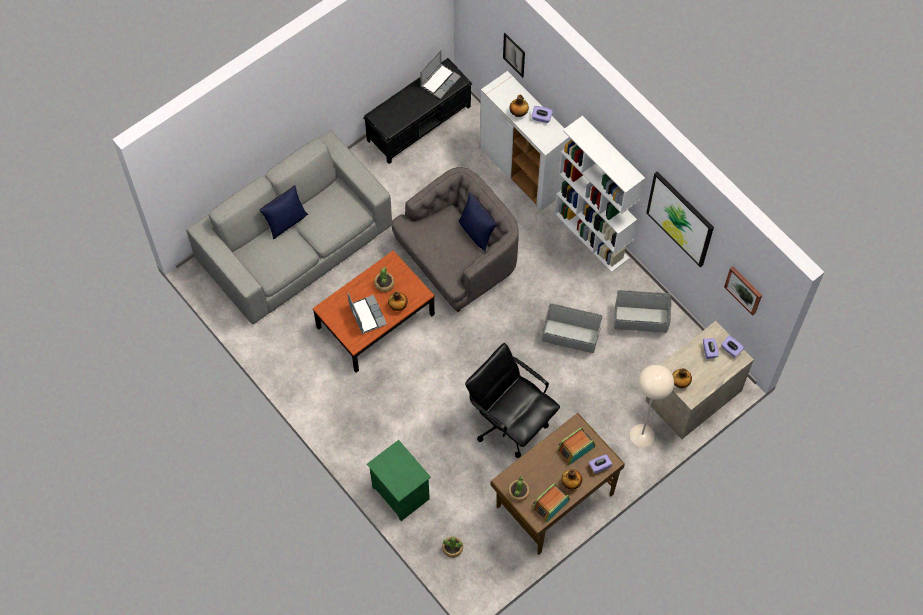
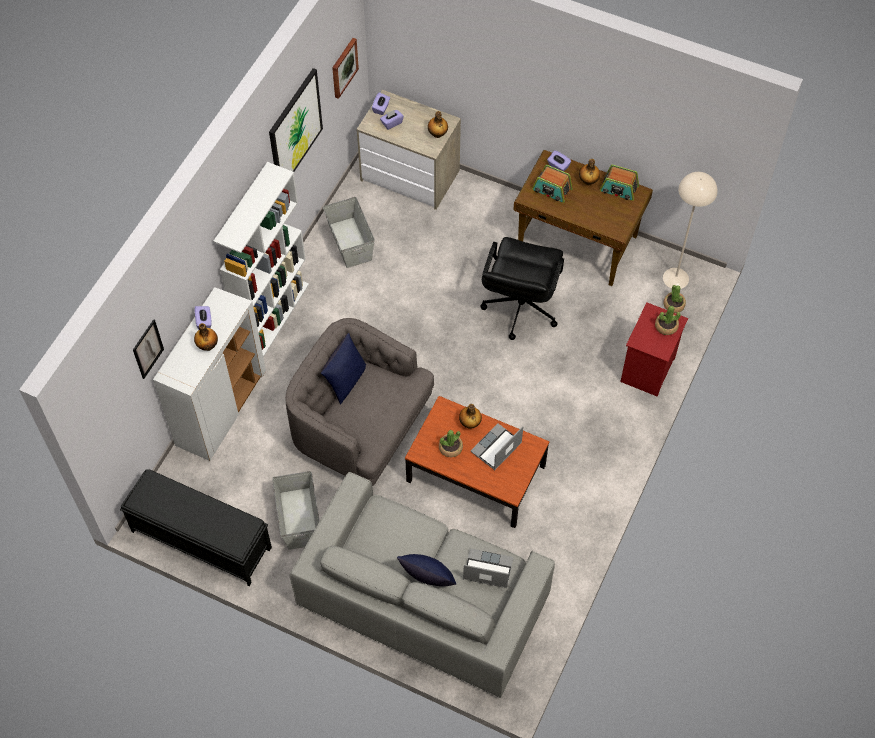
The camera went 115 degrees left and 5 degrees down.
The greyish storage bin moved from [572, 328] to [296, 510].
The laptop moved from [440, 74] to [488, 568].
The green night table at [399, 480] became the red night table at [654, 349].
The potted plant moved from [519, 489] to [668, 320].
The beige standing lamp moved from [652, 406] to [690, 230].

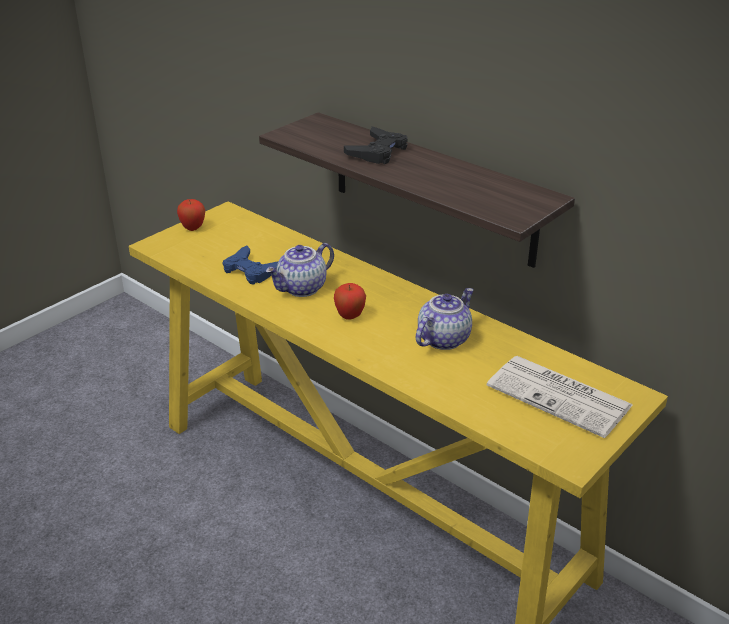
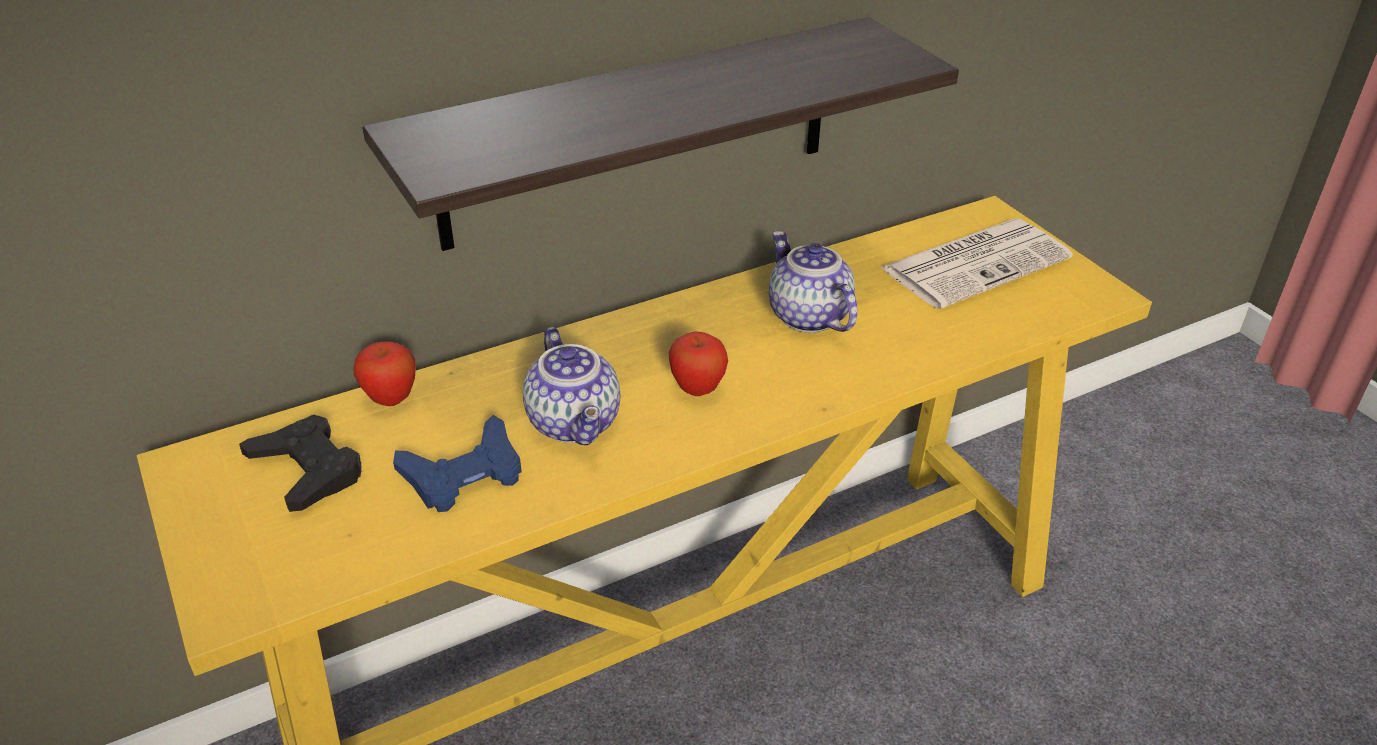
The camera went 70 degrees left and 5 degrees up.
The black joypad moved from [376, 145] to [300, 463].
The whole apple moved from [191, 215] to [384, 373].

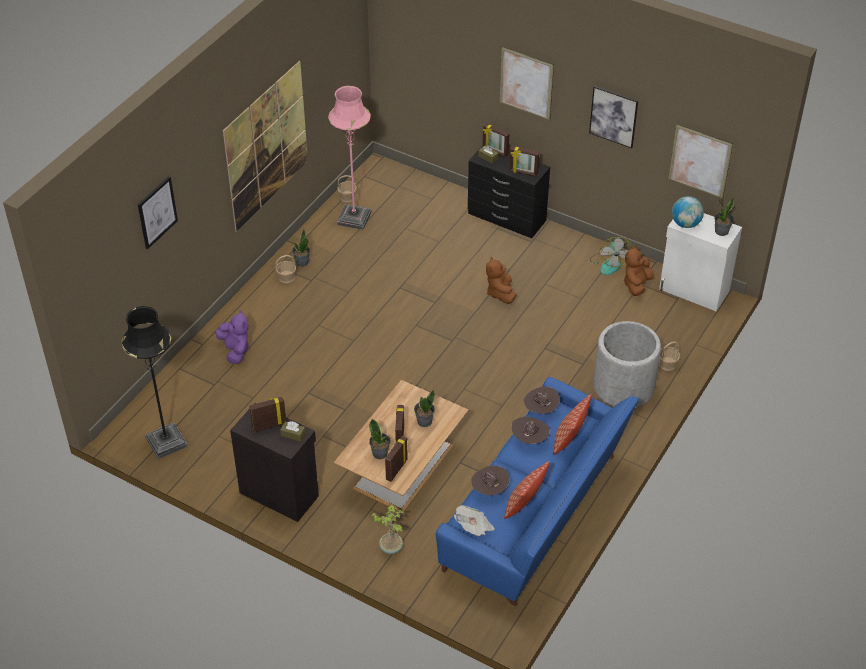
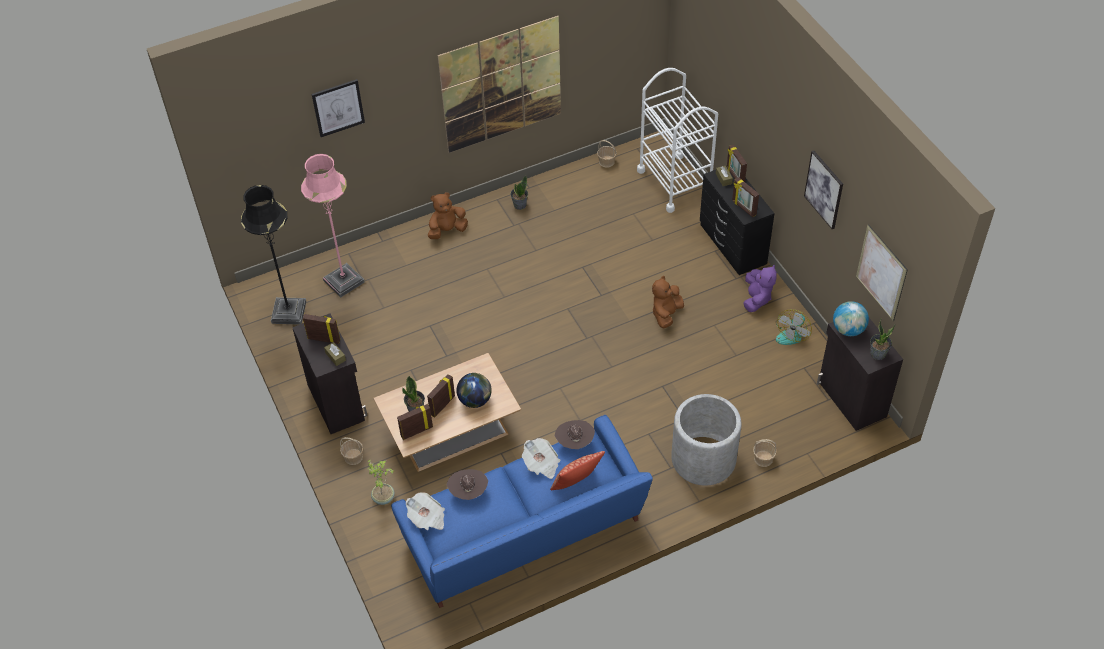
The camera went 35 degrees right and 5 degrees up.
The pink-coloured standing lamp moved from [350, 157] to [333, 226].
The storage basket moved from [286, 269] to [351, 451].
The brownish plush toy moved from [639, 271] to [448, 215].
The potted plant at [424, 408] was replaced by the desk globe at [474, 390].
The brownish wearable hat at [530, 430] was replaced by the newspaper at [541, 458].
The whitish wheeled cart at [677, 140] appeared.
The purple-coloured plush toy moved from [232, 337] to [760, 288].
The whitish cabinet at [700, 262] became the black cabinet at [860, 374].
The picture at [526, 83] disappeared.
The throw pillow at [527, 490] disappeared.

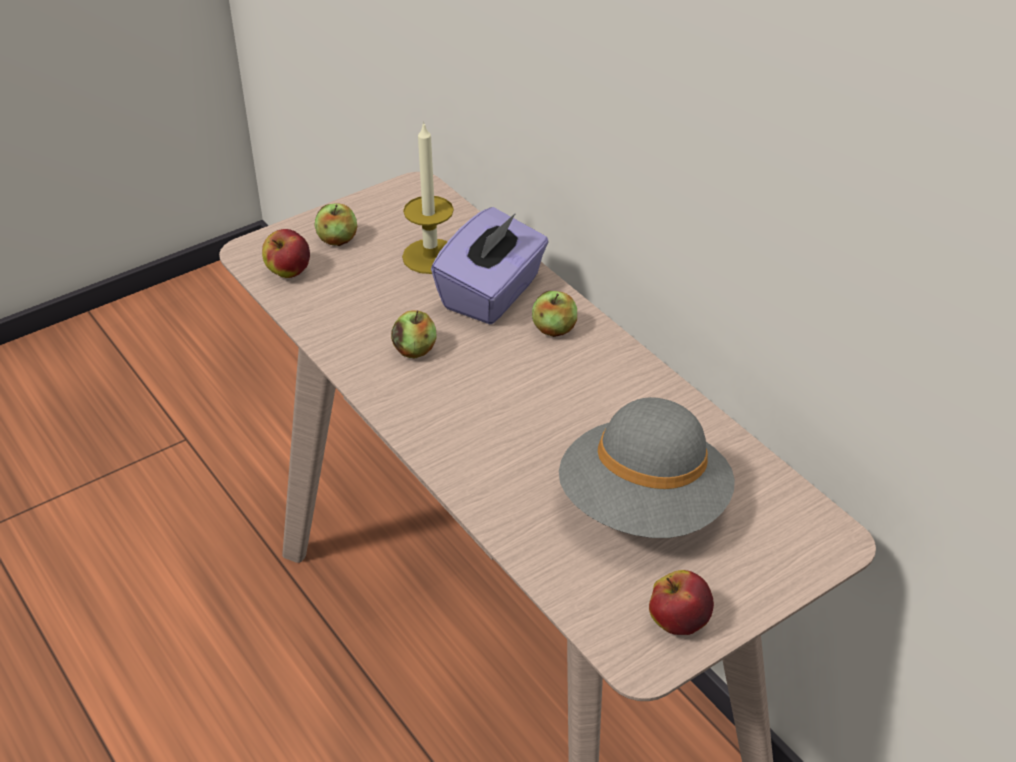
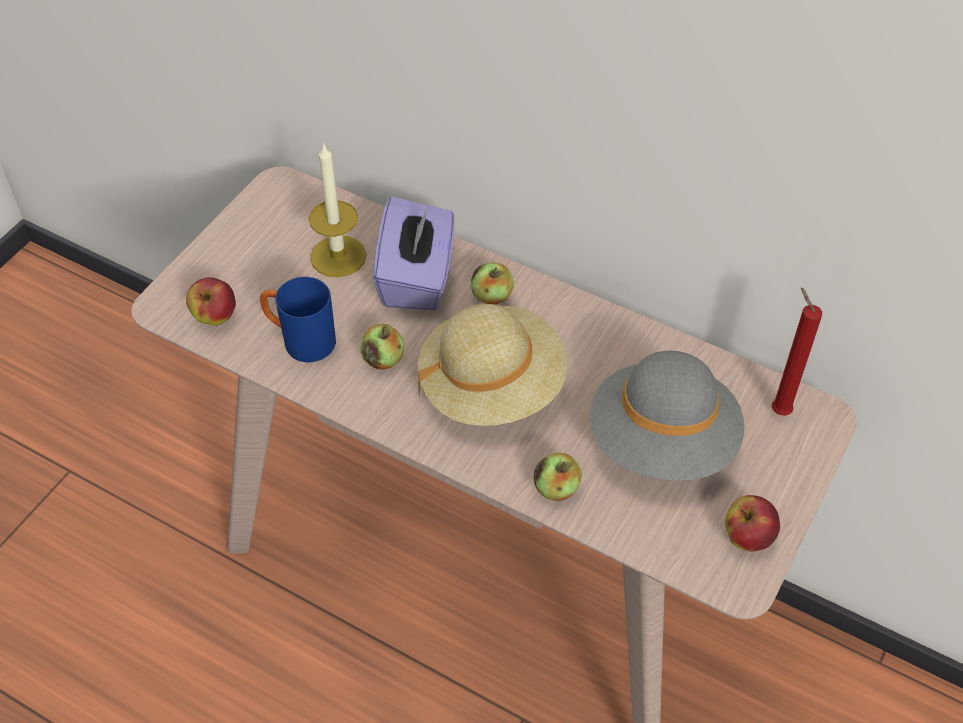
The camera went 25 degrees left and 10 degrees up.
The blue-coloured mug at [298, 320] appeared.
The beige wearable hat at [492, 365] appeared.
The whole apple moved from [335, 225] to [558, 477].
The red candle at [797, 351] appeared.

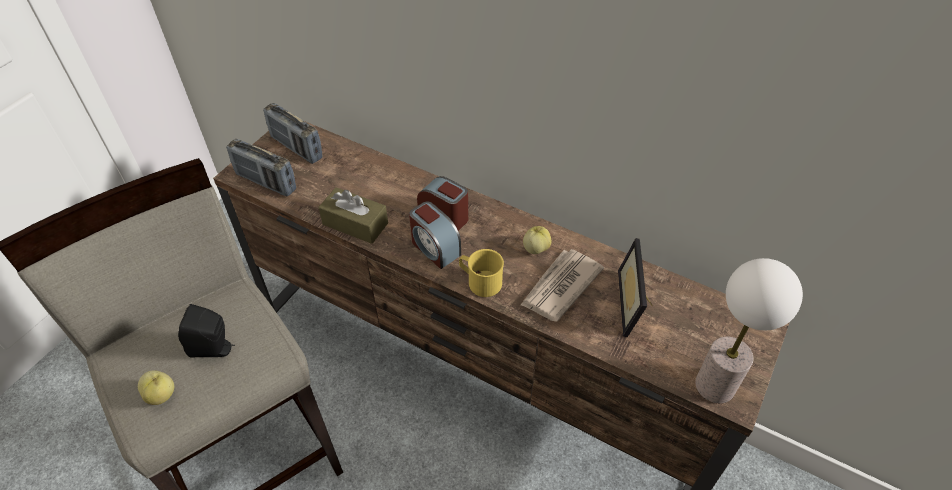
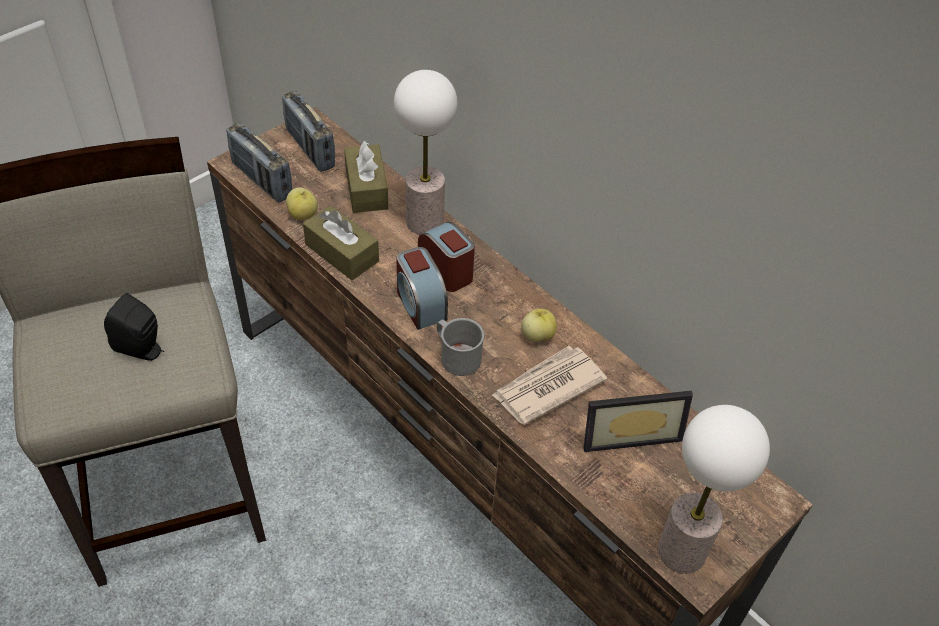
The camera went 15 degrees right and 0 degrees up.
The whole apple moved from [156, 387] to [302, 204].
The brownish box of tissues at [366, 177] appeared.
The lamp for a table at [426, 152] appeared.
The yellow mug at [481, 273] became the greyish mug at [460, 347].
The picture frame at [635, 287] turned 120 degrees counterclockwise.

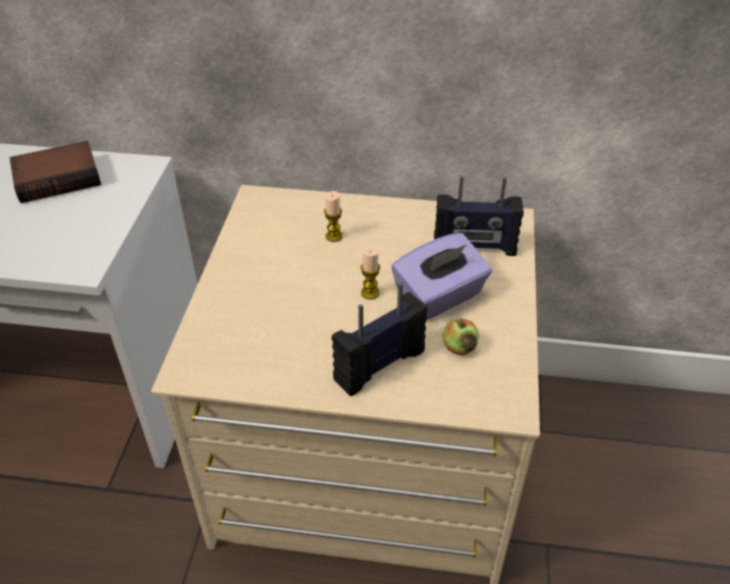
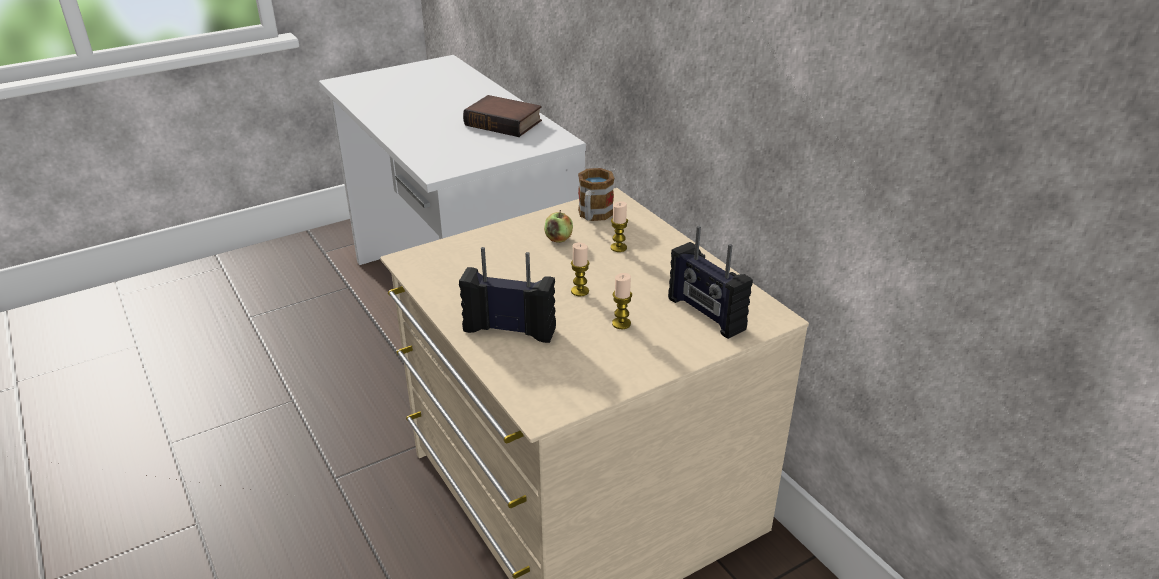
The camera went 50 degrees right and 10 degrees down.
The whole apple moved from [460, 336] to [558, 226].
The mug at [596, 194] appeared.
The purple-coloured box of tissues at [442, 276] was replaced by the candle at [622, 301].

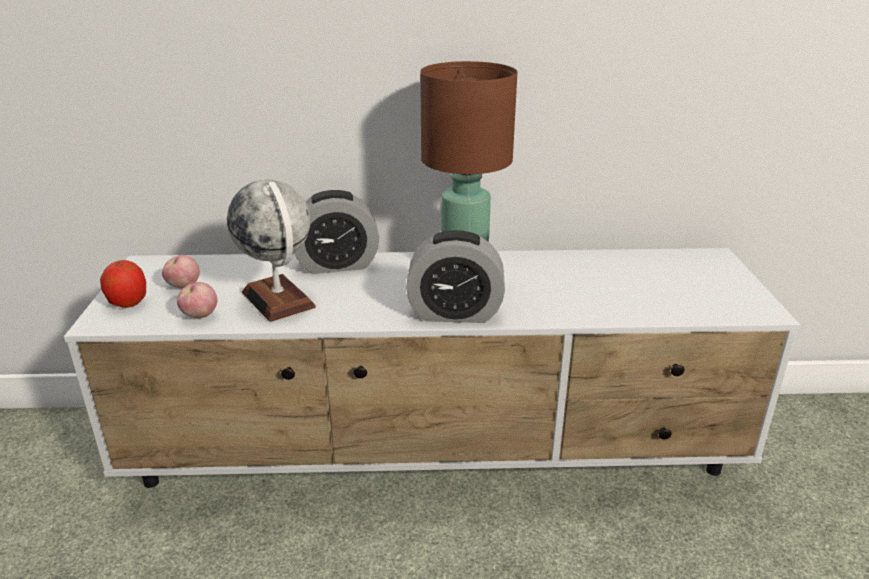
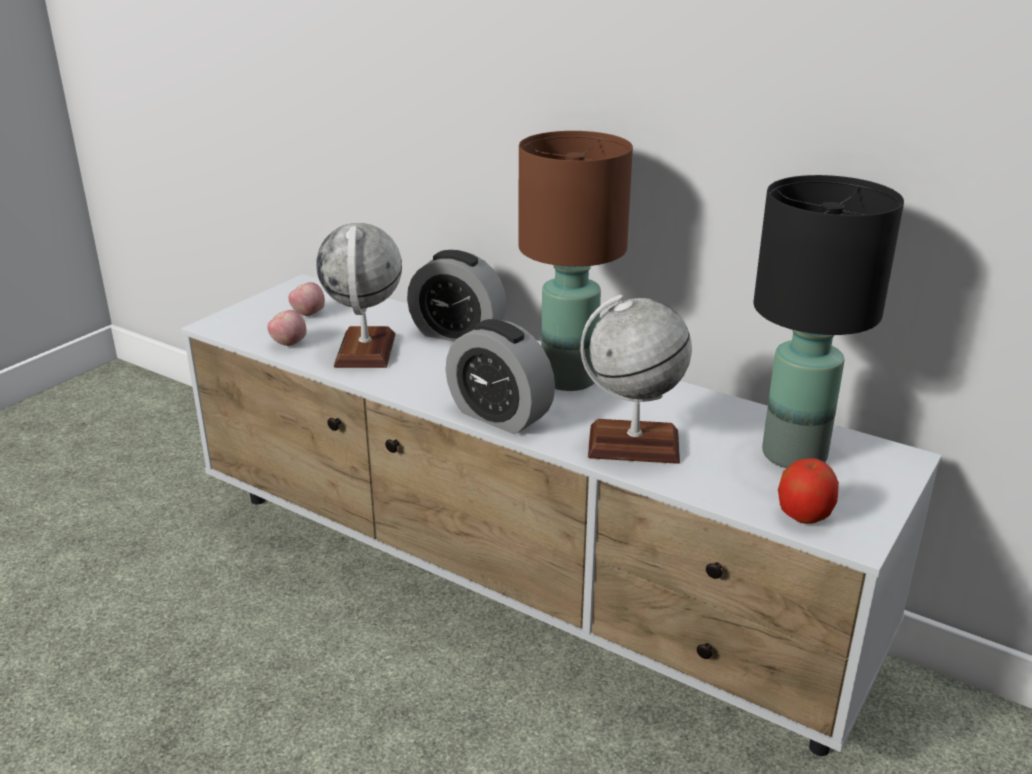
The camera went 35 degrees right and 0 degrees up.
The desk globe at [636, 379] appeared.
The black lamp for a table at [828, 321] appeared.
The whole apple moved from [123, 284] to [808, 491].

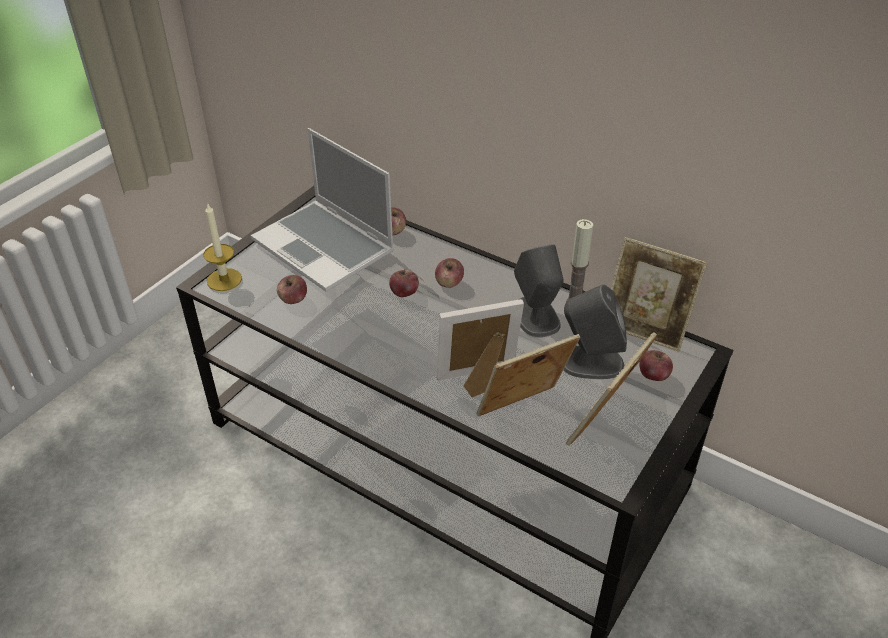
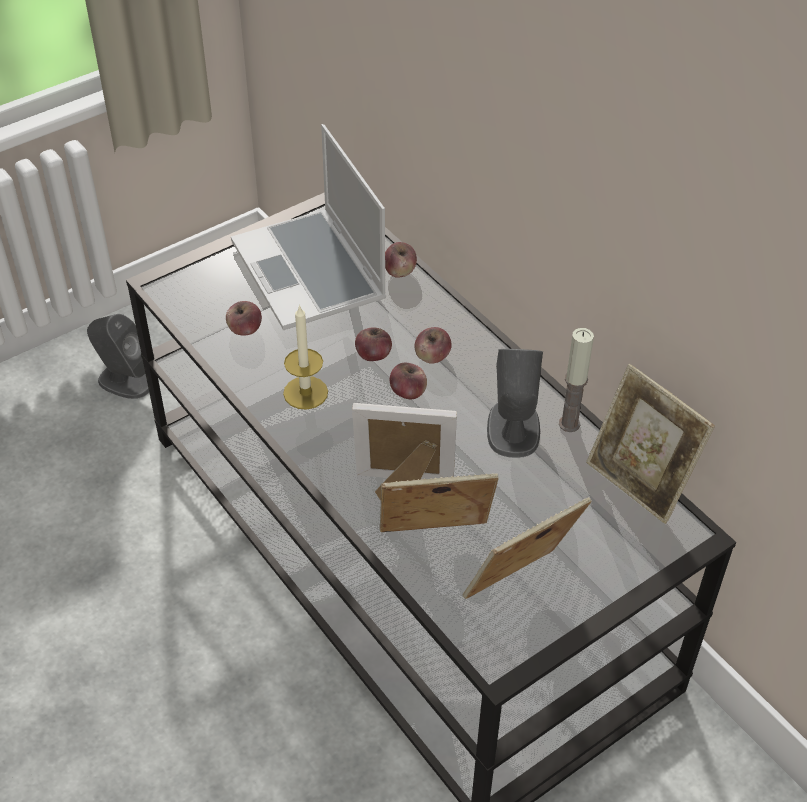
The camera went 20 degrees right and 5 degrees up.
The greyish audio speaker moved from [595, 331] to [118, 356].
The candle moved from [222, 246] to [305, 356].
The whole apple moved from [656, 365] to [408, 381].

